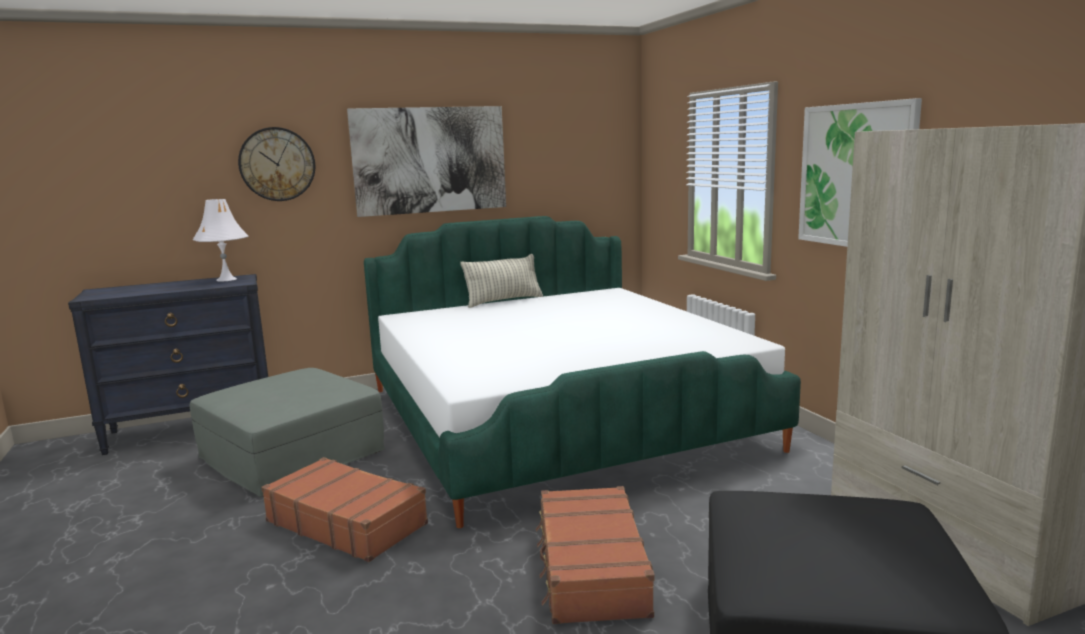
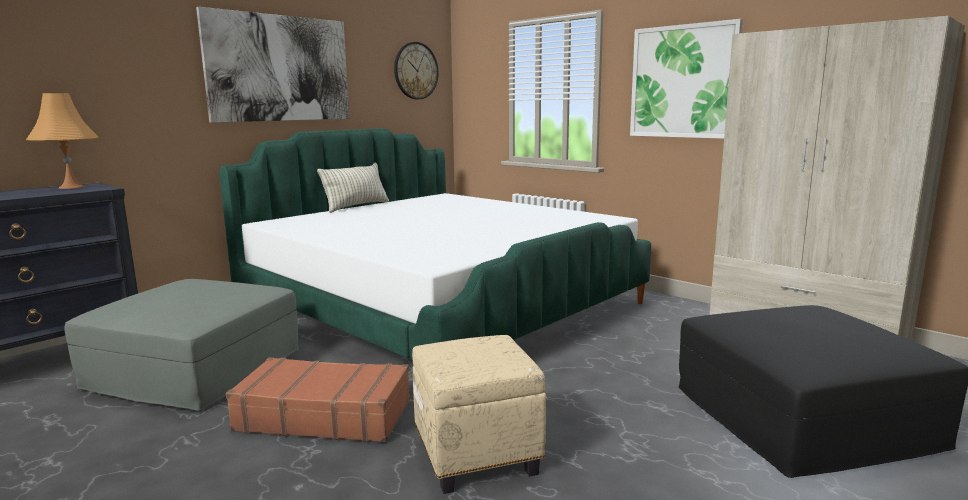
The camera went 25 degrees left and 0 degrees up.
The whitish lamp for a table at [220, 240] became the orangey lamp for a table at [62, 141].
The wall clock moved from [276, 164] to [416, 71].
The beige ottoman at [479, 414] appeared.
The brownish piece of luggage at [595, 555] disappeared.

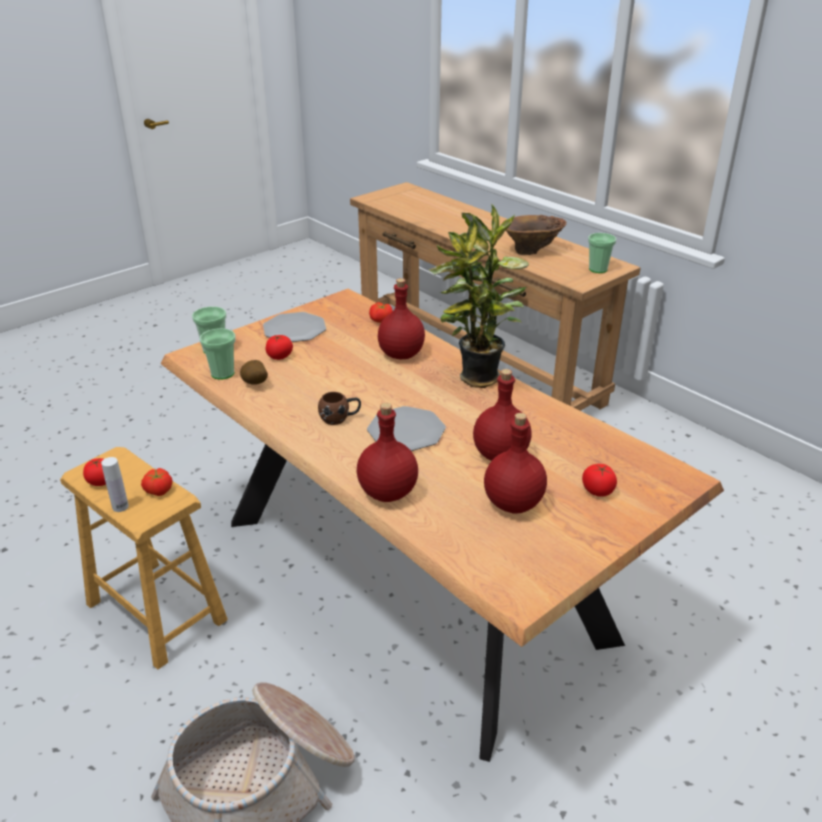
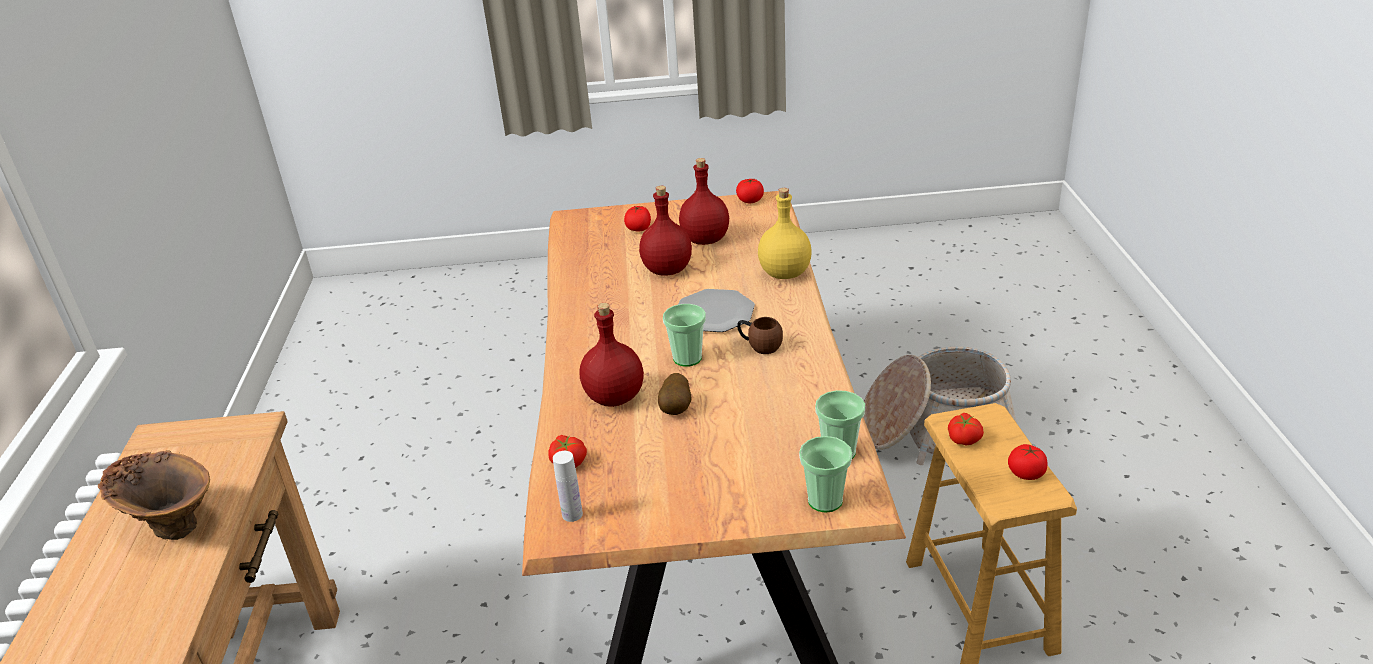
The camera went 140 degrees left and 0 degrees up.
The whitish beverage bottle moved from [115, 484] to [568, 486].
The potato moved from [254, 372] to [675, 394].
The small cup moved from [602, 253] to [684, 335].
The whole tomato moved from [279, 347] to [750, 191].
The red beverage bottle at [387, 452] became the yellow beverage bottle at [785, 233].
The plate at [294, 327] disappeared.
The potted plant at [478, 296] disappeared.

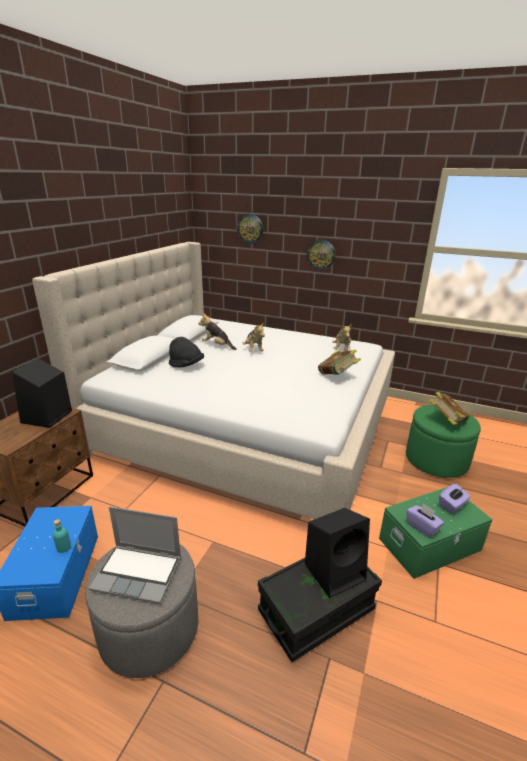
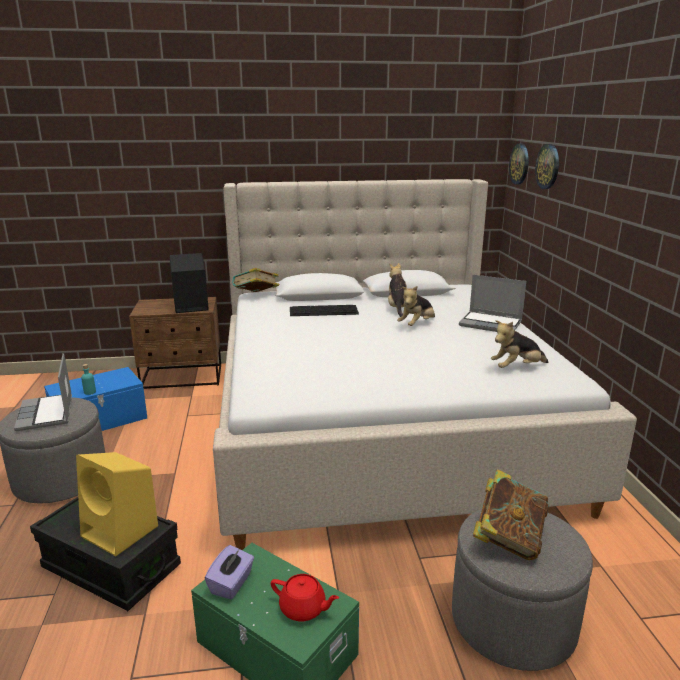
The camera went 60 degrees right and 5 degrees down.
The black audio speaker at [337, 553] became the yellow audio speaker at [117, 504].
The volume moved from [339, 362] to [256, 280].
The purple-coloured box of tissues at [455, 499] was replaced by the red pot for tea at [305, 597].
The black wearable hat at [186, 352] was replaced by the computer keyboard at [324, 310].
The green ottoman at [443, 441] became the greyish ottoman at [522, 590].
The laptop at [492, 303] appeared.
The wall clock moved from [321, 255] to [519, 164].

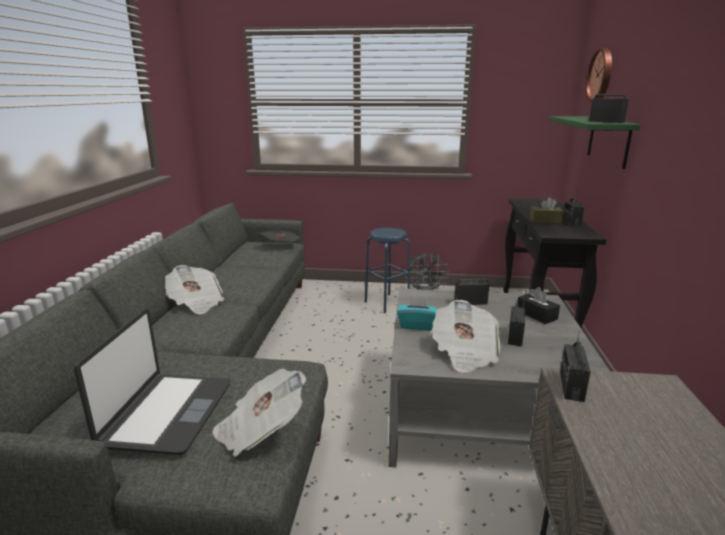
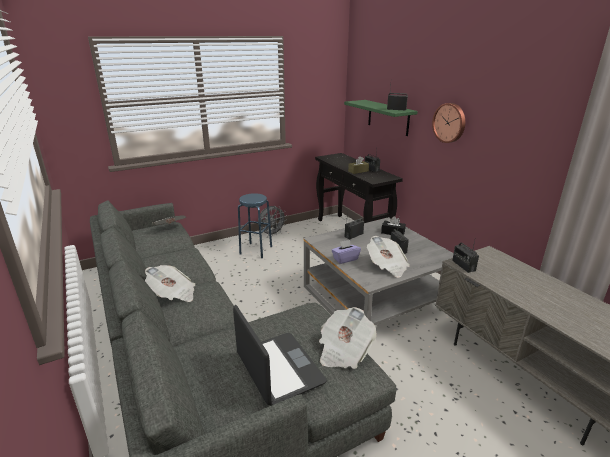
The camera went 35 degrees left and 5 degrees up.
The turquoise-coloured box of tissues at [417, 313] became the purple-coloured box of tissues at [346, 252].
The wall clock moved from [599, 75] to [448, 123].

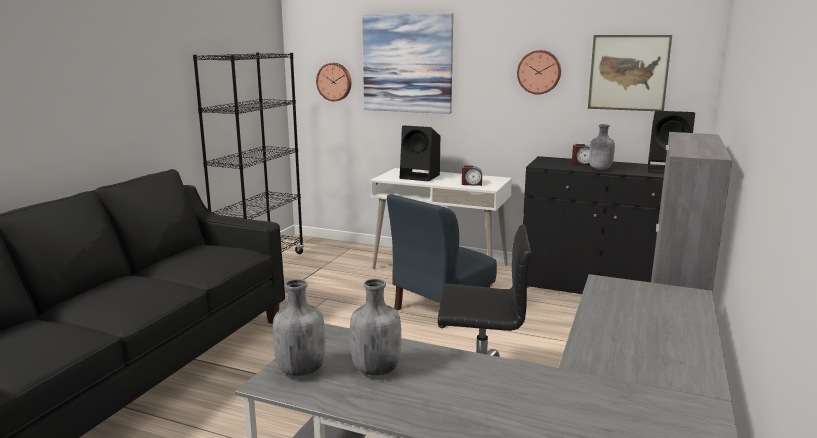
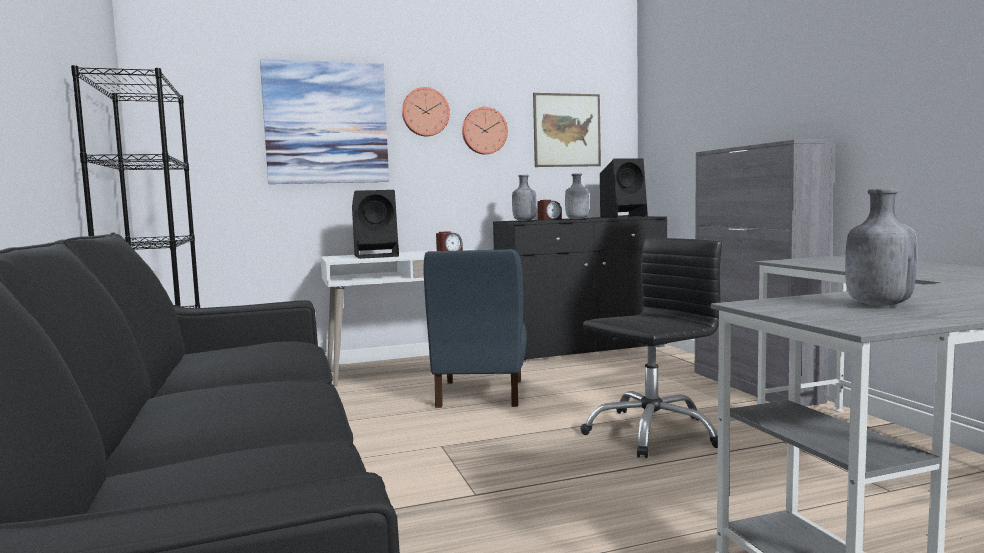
The camera went 40 degrees left and 10 degrees down.
The wall clock moved from [333, 82] to [426, 111].
The greyish beverage bottle moved from [299, 327] to [524, 198].

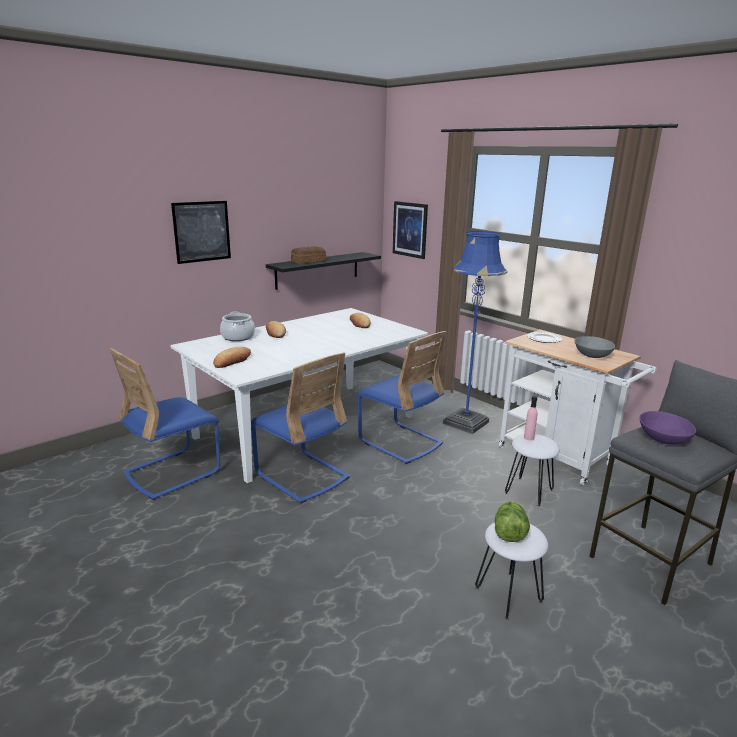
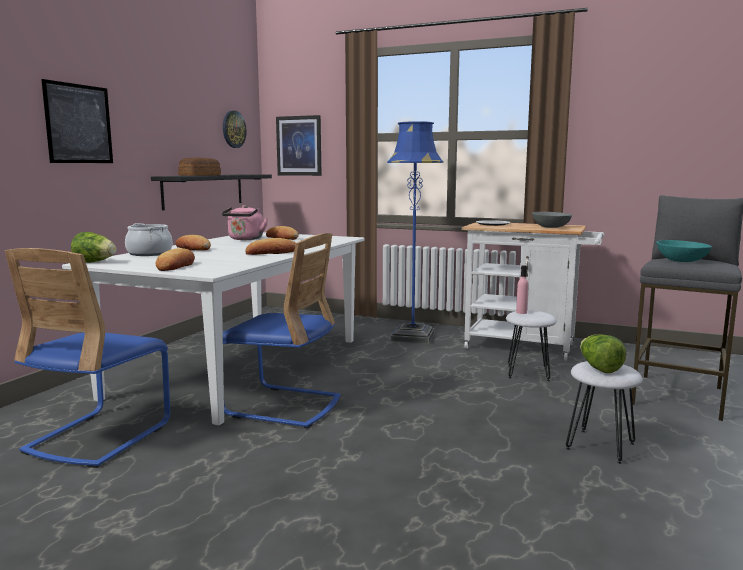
The camera went 25 degrees left and 10 degrees down.
The lettuce at [94, 247] appeared.
The pink-coloured tea kettle at [244, 222] appeared.
The wall clock at [235, 129] appeared.
The bread at [270, 246] appeared.
The purple-coloured bowl at [667, 428] became the turquoise-coloured bowl at [684, 251].
The blue-coloured upright chair at [402, 397] disappeared.

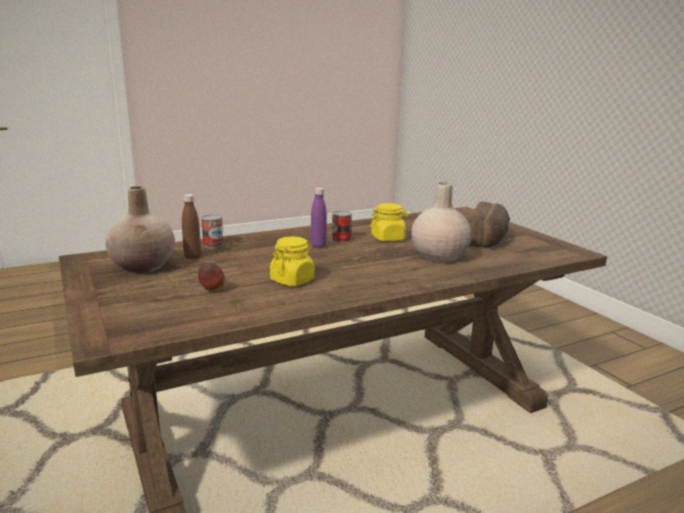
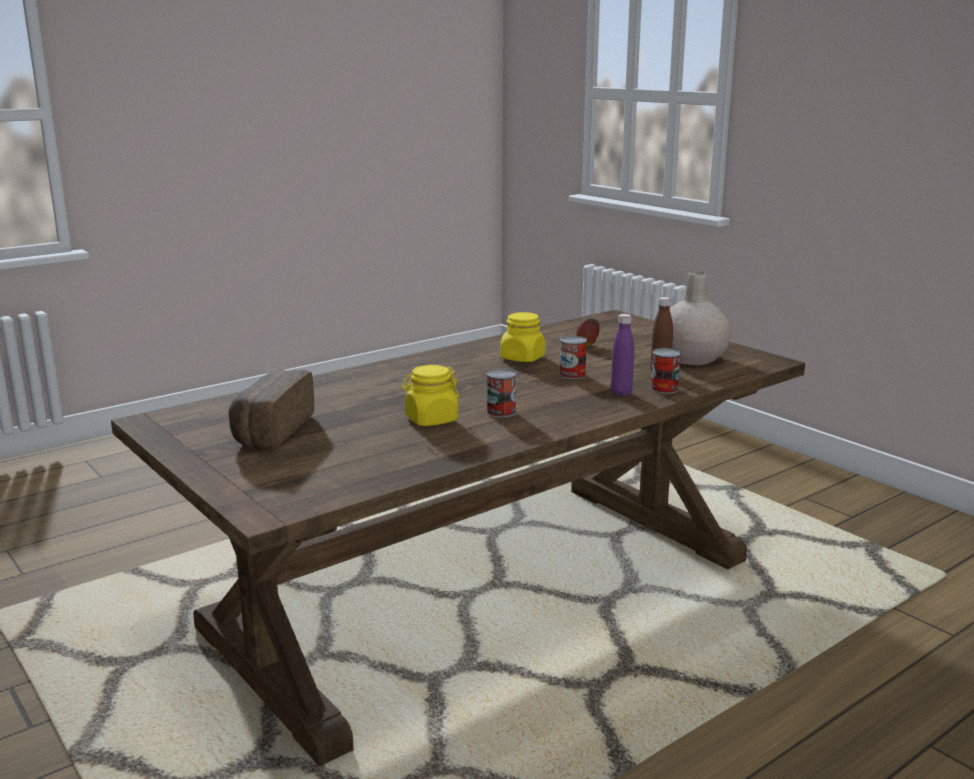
The camera went 170 degrees right and 0 degrees up.
The sealed can at [573, 357] appeared.
The purple-coloured beverage bottle moved from [319, 218] to [622, 355].
The beige decorative vase at [441, 222] disappeared.

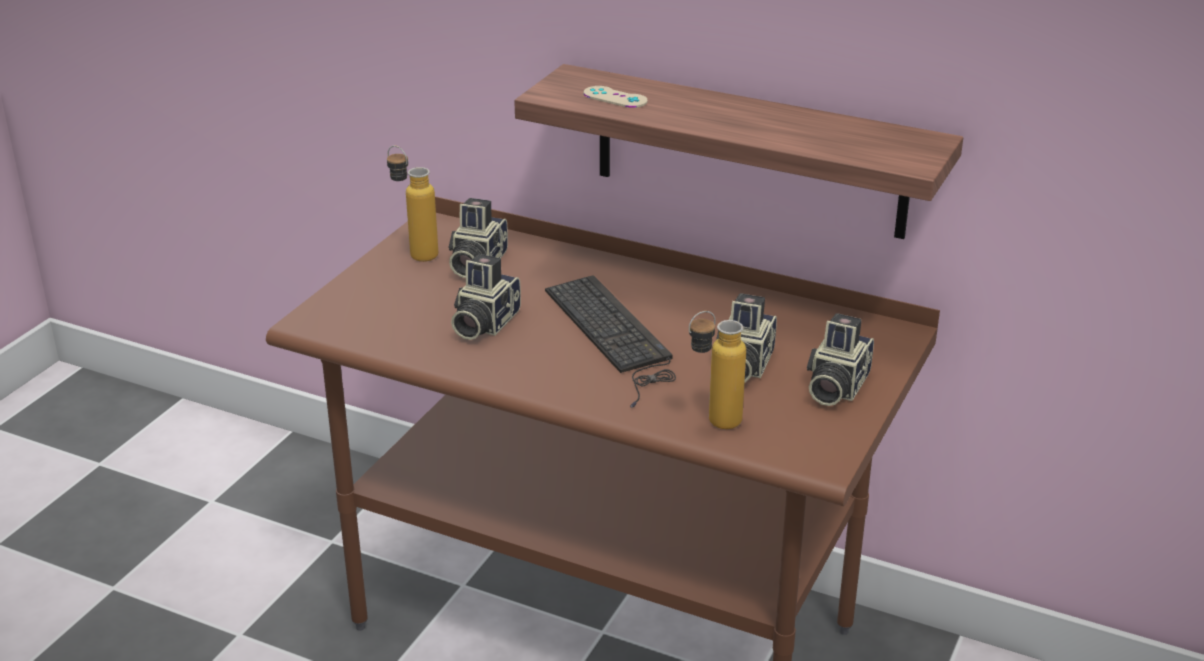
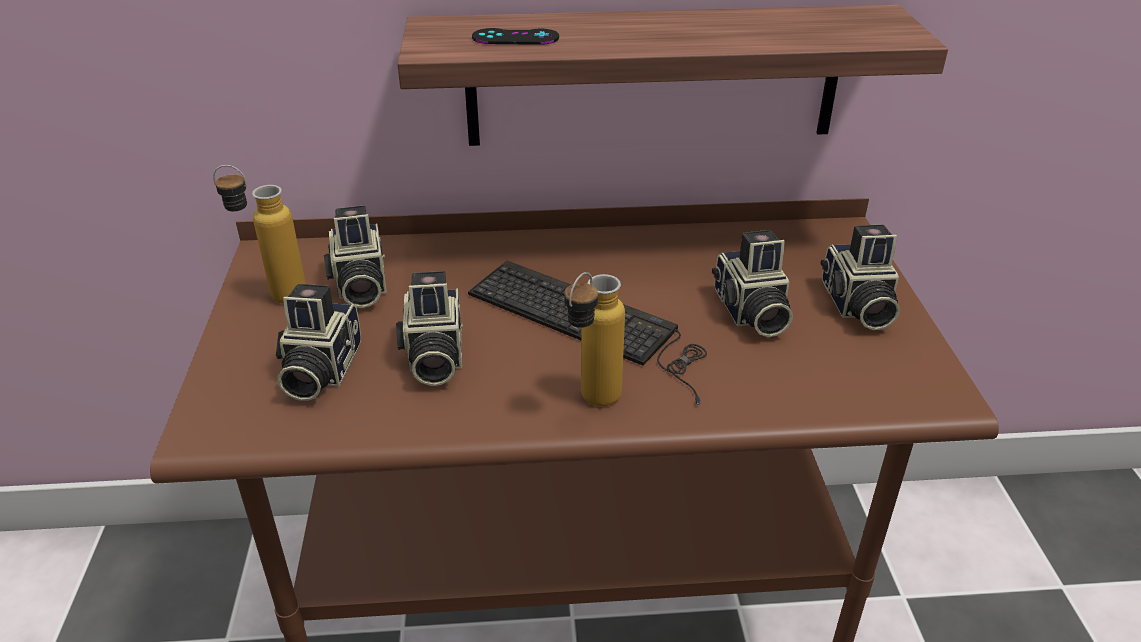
The camera went 30 degrees left and 5 degrees up.
The photo camera at [318, 342] appeared.
The beige joypad at [616, 97] became the black joypad at [515, 36].
The beverage bottle moved from [717, 370] to [594, 339].

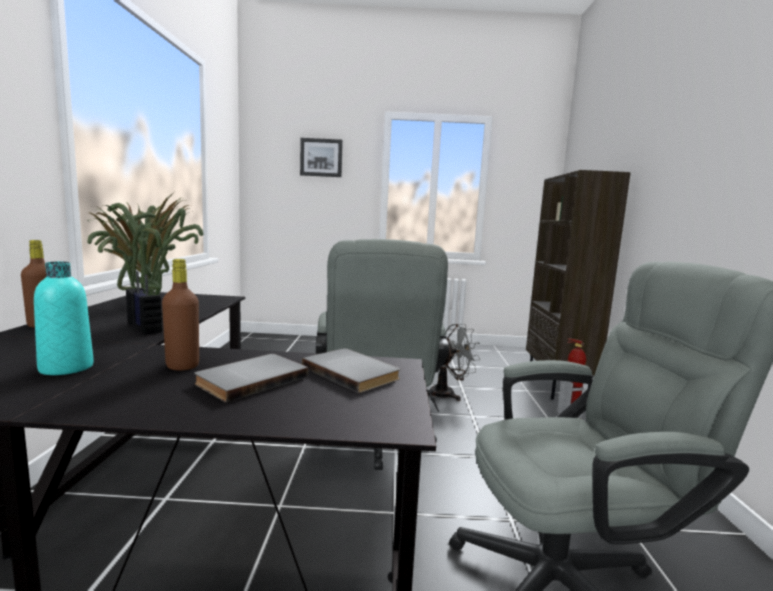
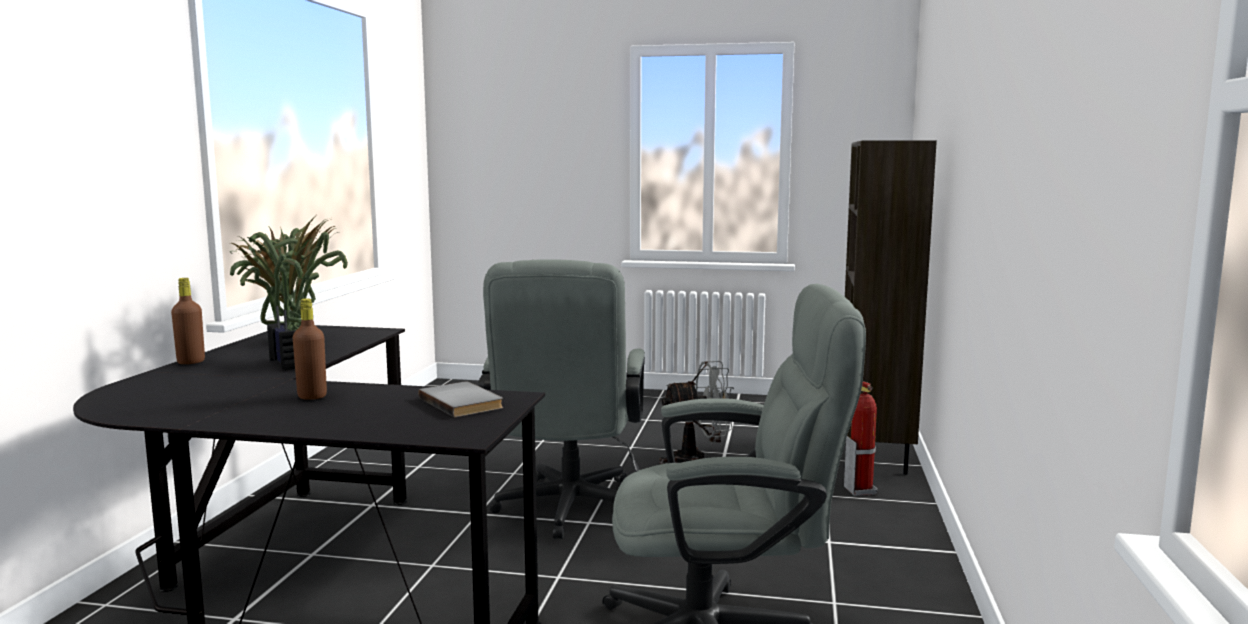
The camera went 10 degrees right and 0 degrees up.
The turquoise-coloured beverage bottle at [64, 318] disappeared.
The greyish volume at [251, 378] disappeared.
The picture at [321, 157] disappeared.

